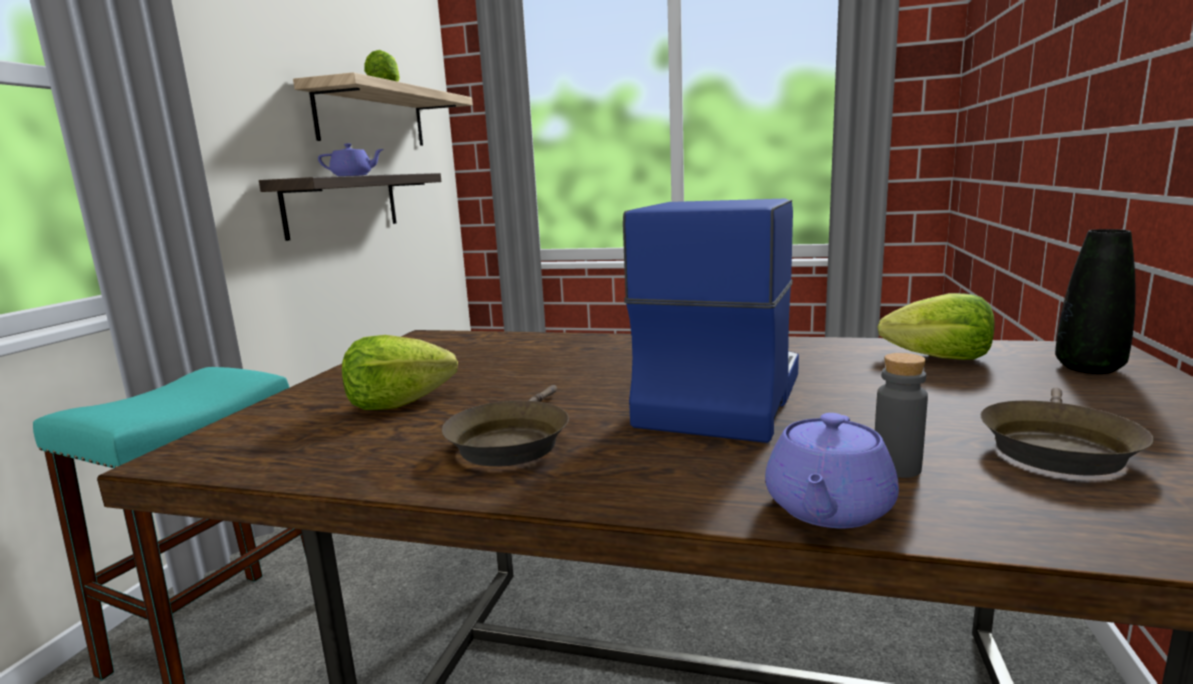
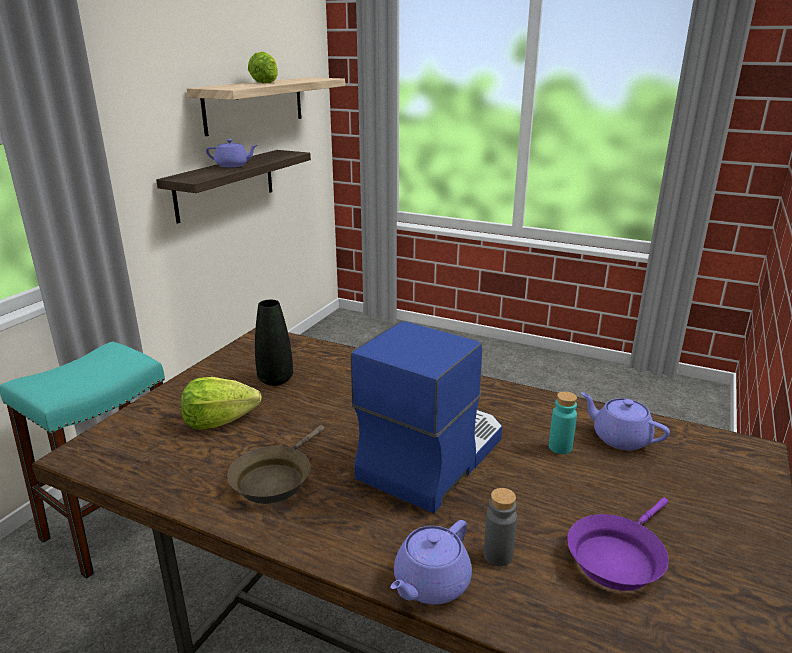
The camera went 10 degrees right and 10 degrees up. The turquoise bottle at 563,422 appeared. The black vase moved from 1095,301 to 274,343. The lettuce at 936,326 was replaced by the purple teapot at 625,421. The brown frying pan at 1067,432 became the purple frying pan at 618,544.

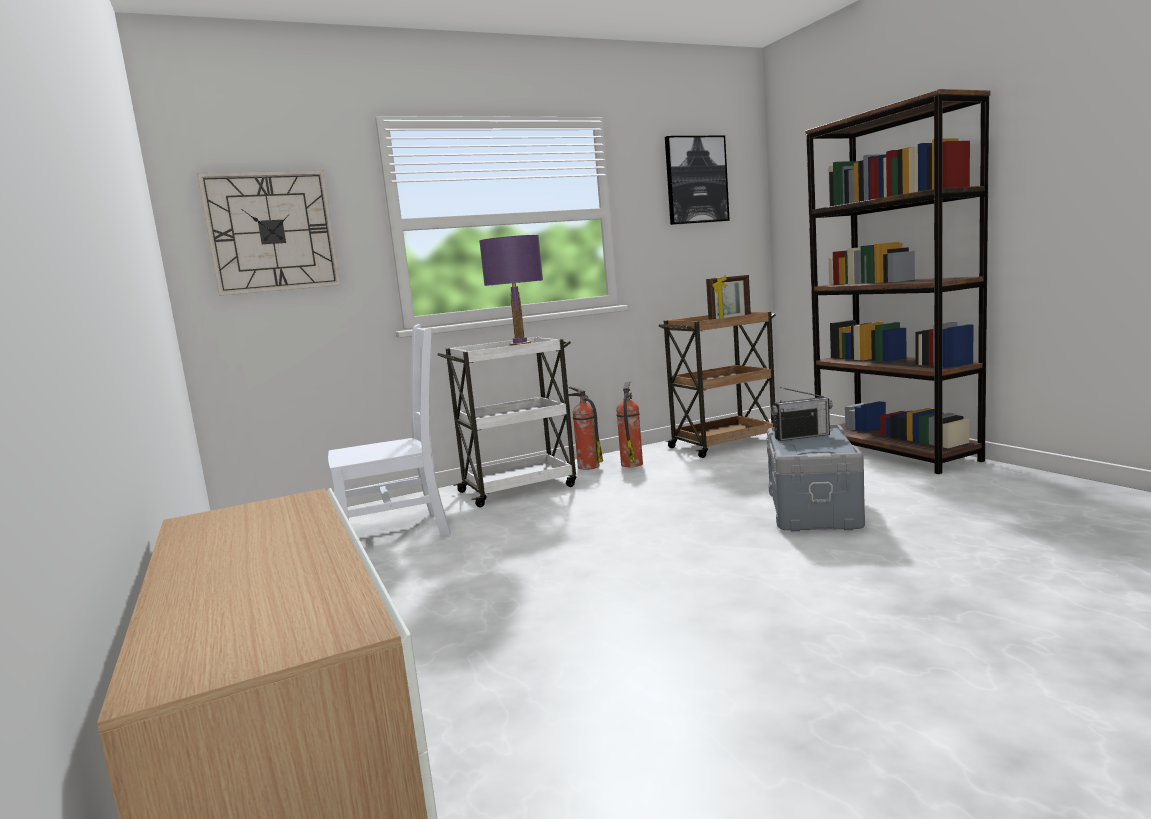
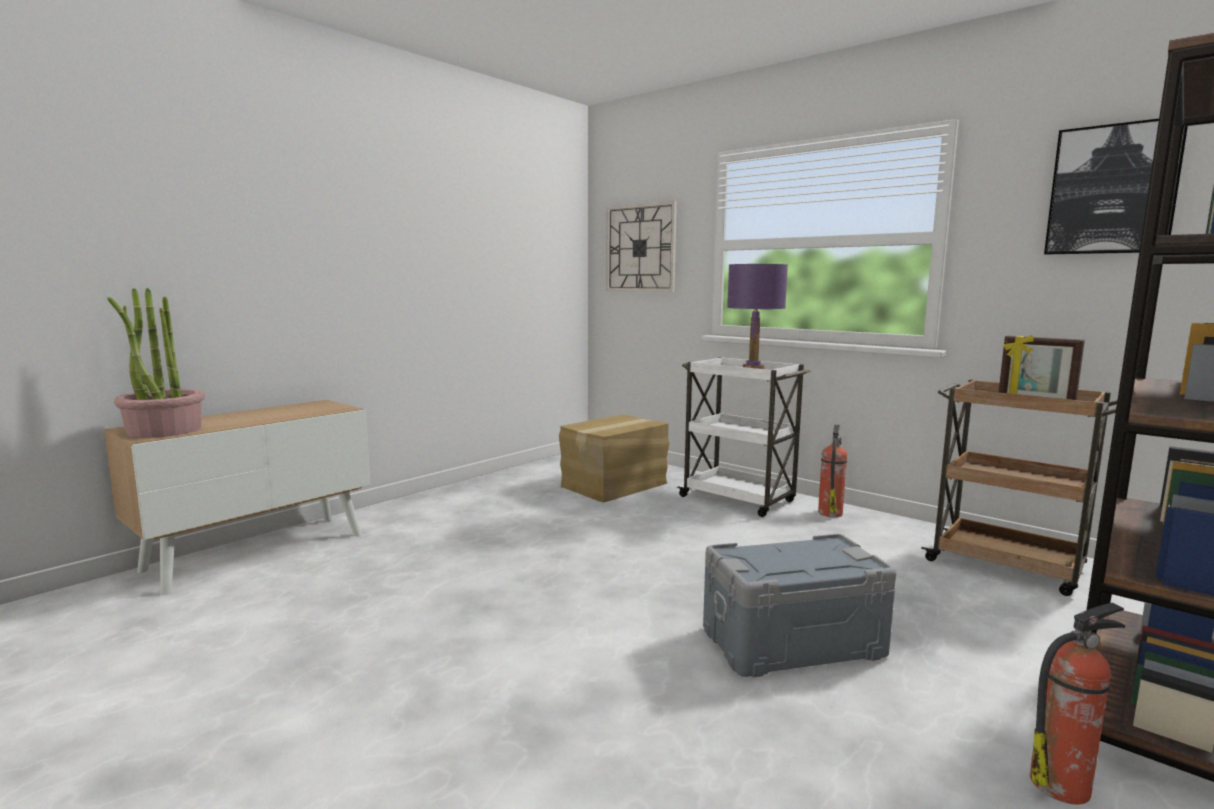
The camera went 65 degrees right and 0 degrees up. The radio at 802,414 disappeared. The potted plant at 156,363 appeared. The fire extinguisher moved from 629,424 to 1077,704. The white chair at 389,430 was replaced by the cardboard box at 614,458.

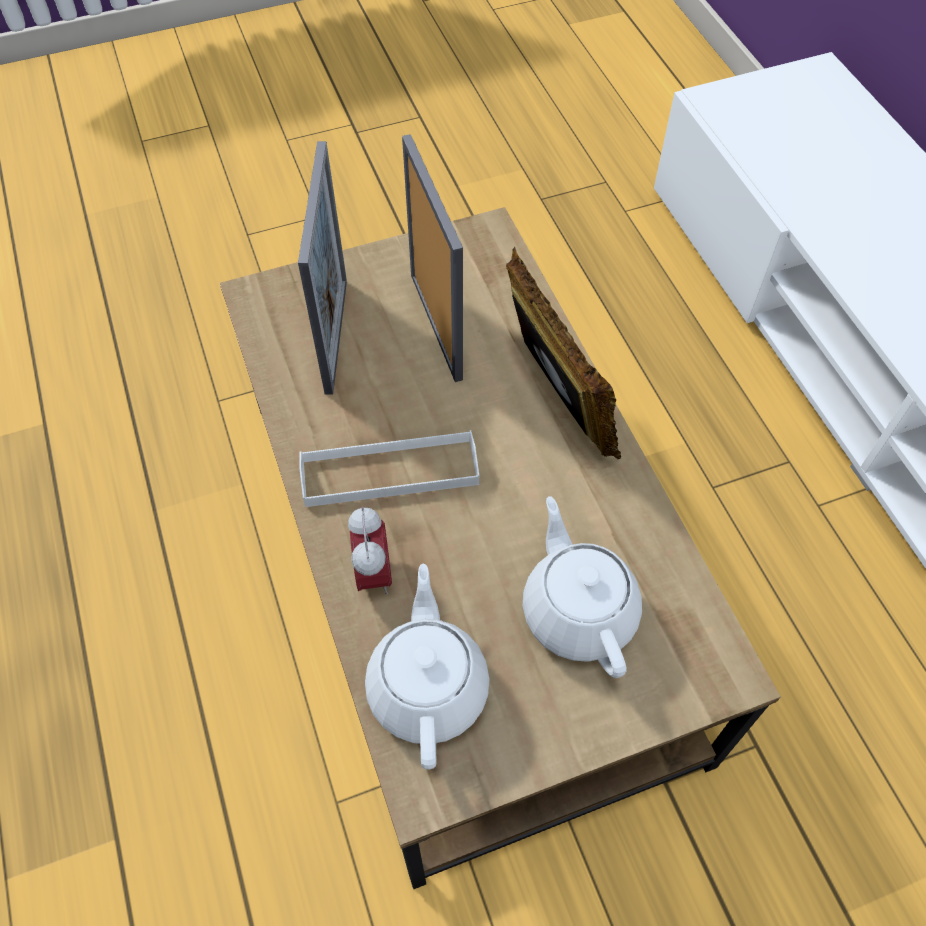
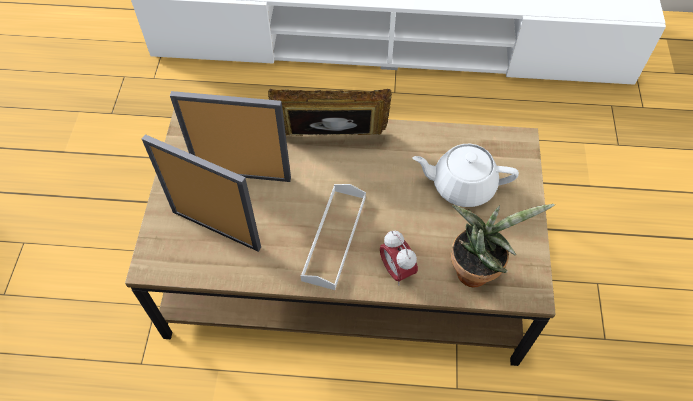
The camera went 65 degrees left and 0 degrees up. The white teapot at 427,666 was replaced by the potted plant at 503,246. The alarm clock at 370,551 turned 135 degrees counterclockwise.

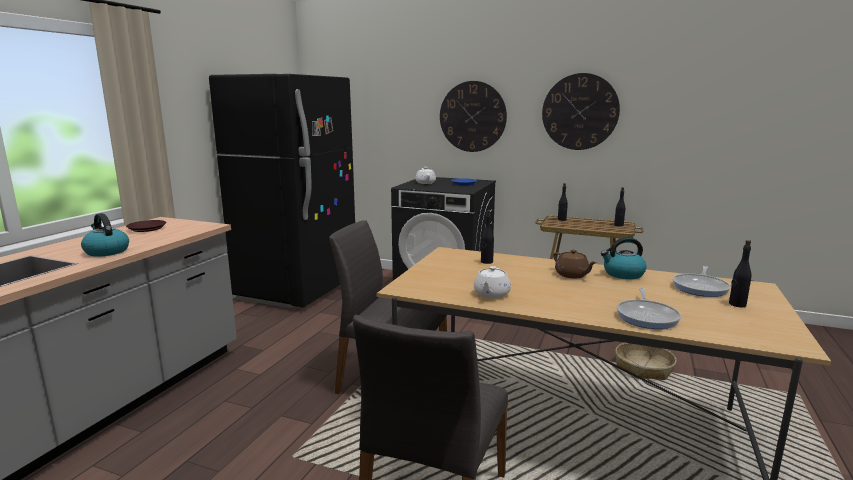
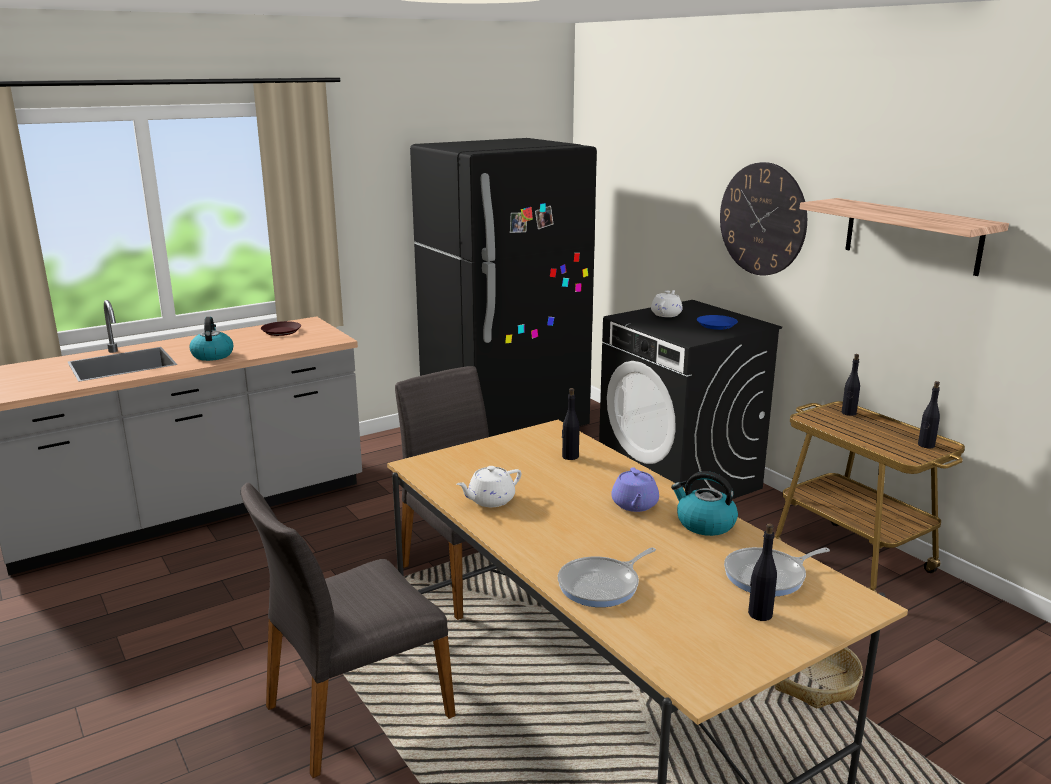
The camera went 35 degrees right and 5 degrees up. The wall clock at 581,111 was replaced by the shelf at 904,237. The brown teapot at 575,264 became the purple teapot at 635,490.

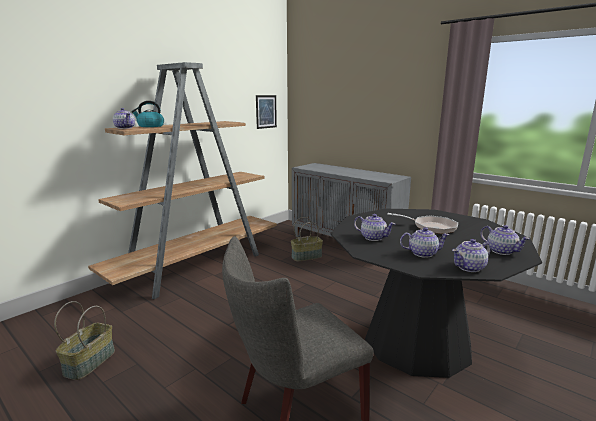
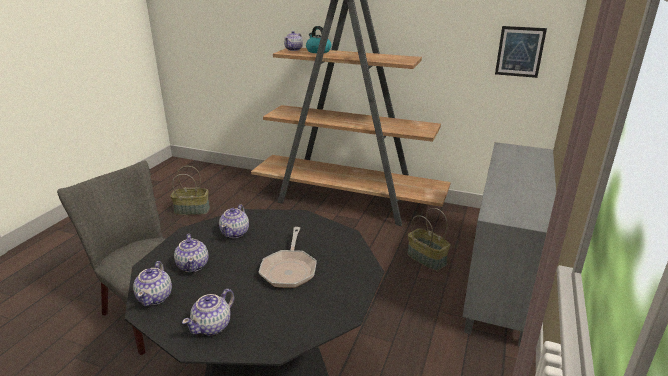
The camera went 70 degrees right and 10 degrees up. The teapot at 471,255 turned 135 degrees counterclockwise.

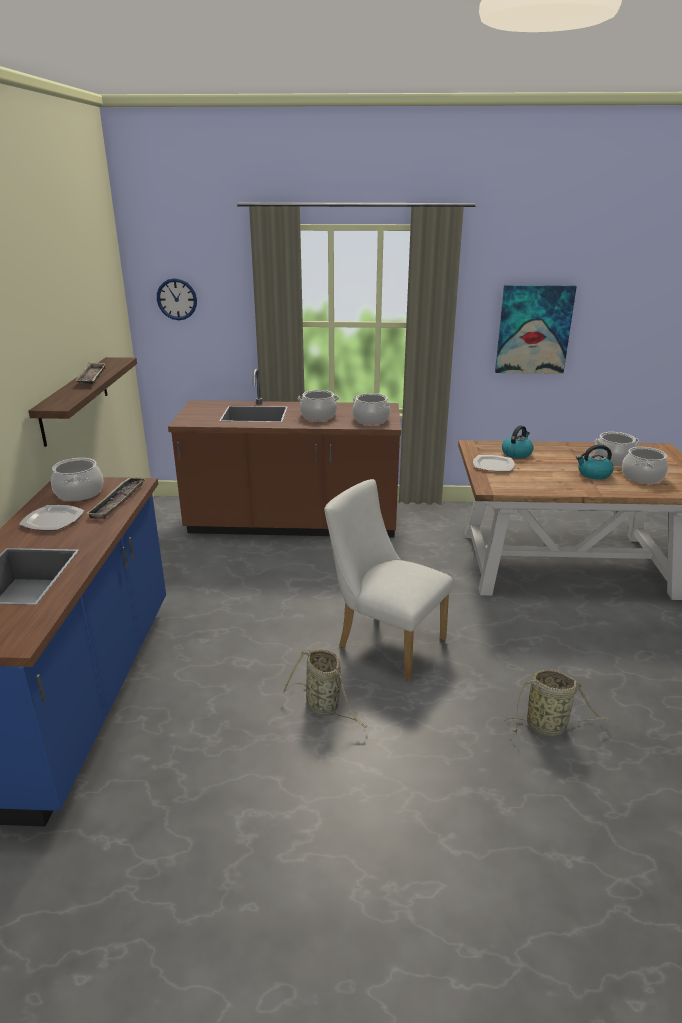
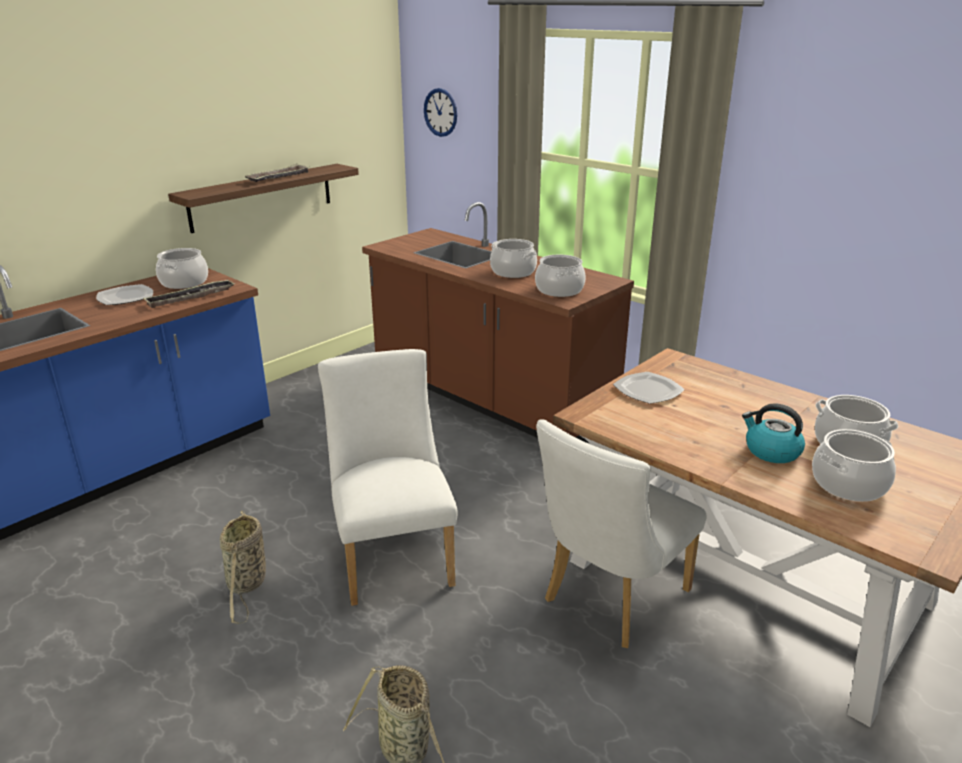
The camera went 40 degrees right and 0 degrees up. The picture at 536,329 disappeared. The kettle at 517,441 disappeared. The white chair at 621,533 appeared.

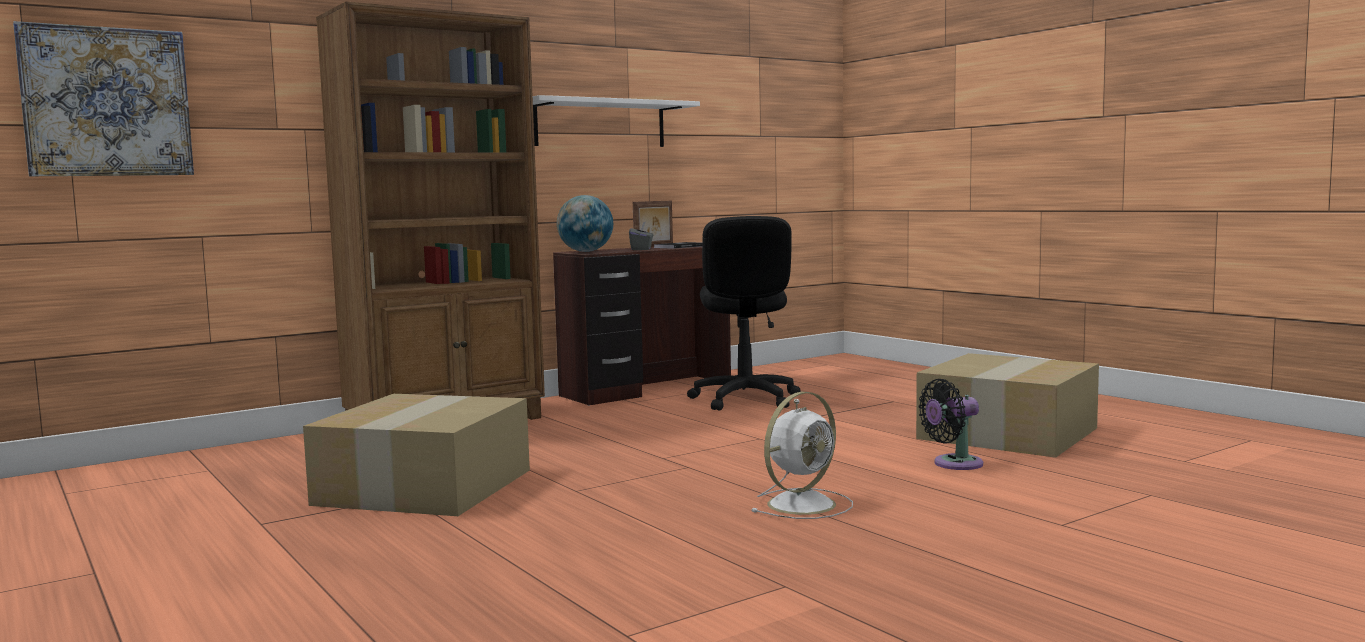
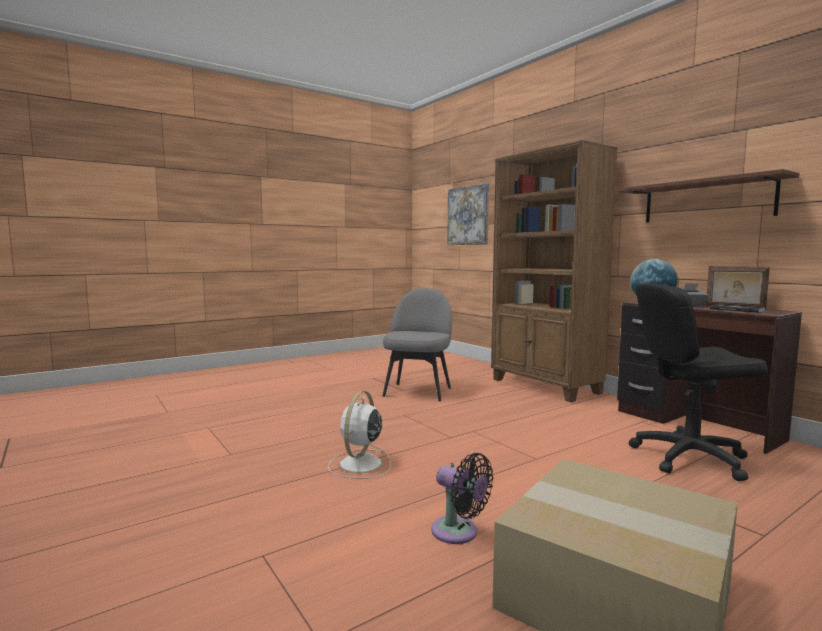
The camera went 90 degrees right and 0 degrees up. The cardboard box at 416,455 was replaced by the grey chair at 417,344. The white shelf at 616,121 became the brown shelf at 708,196. The white fan at 802,455 turned 60 degrees clockwise. The black fan at 950,424 turned 150 degrees clockwise.

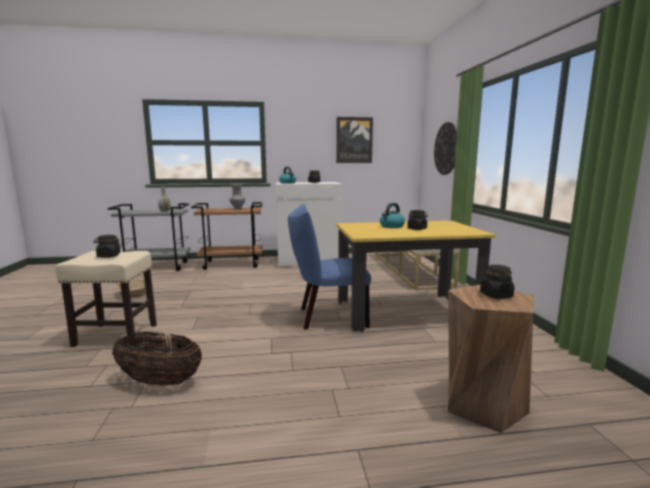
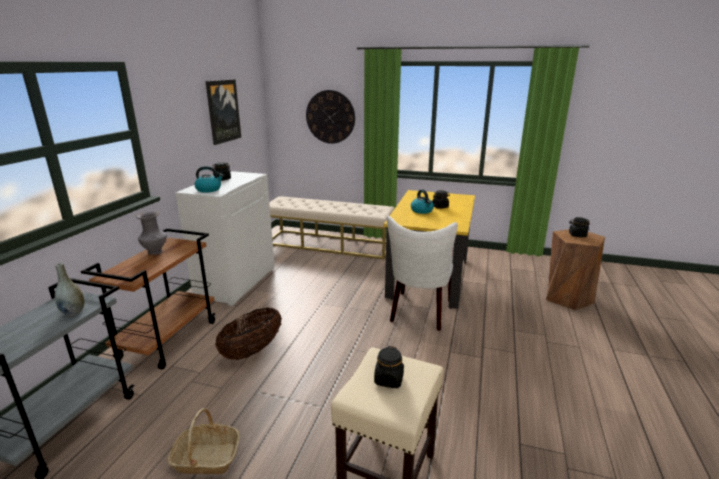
The camera went 65 degrees left and 10 degrees up. The basket moved from 157,359 to 248,333. The blue chair at 329,267 became the white chair at 422,273.

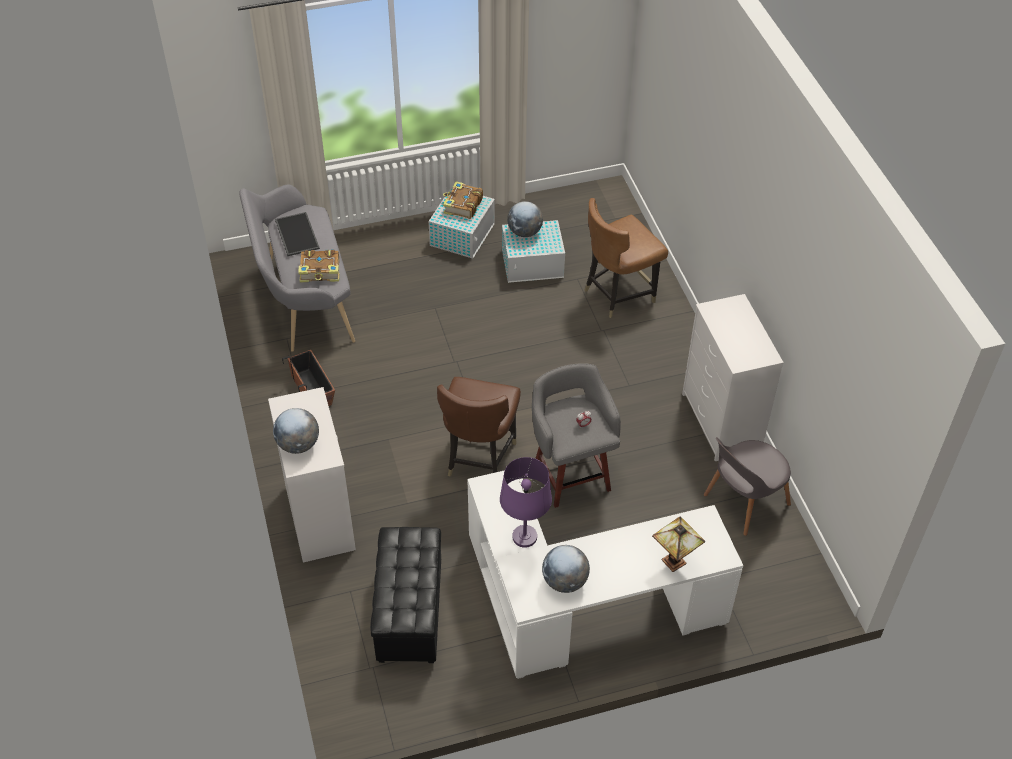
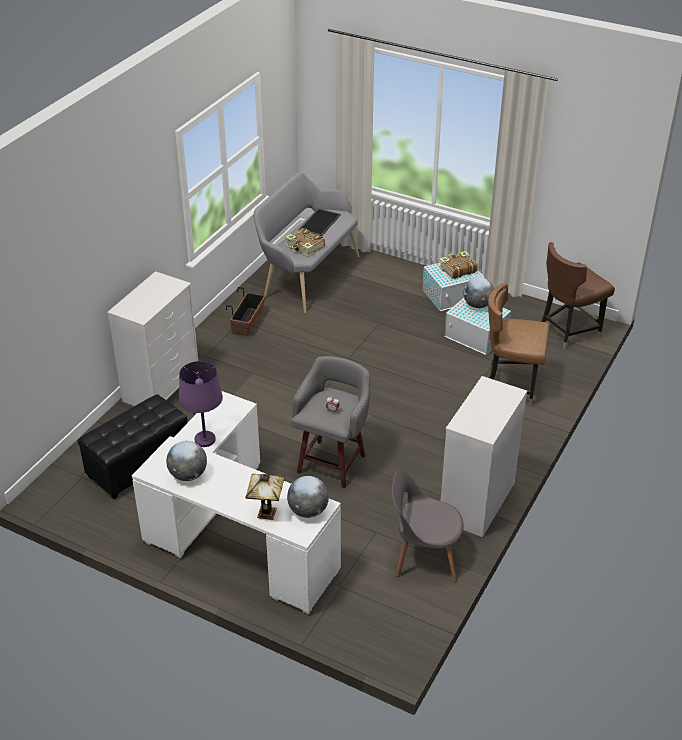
The camera went 45 degrees right and 10 degrees down. The globe moved from 296,431 to 308,497. The brown chair moved from 479,427 to 578,295.

